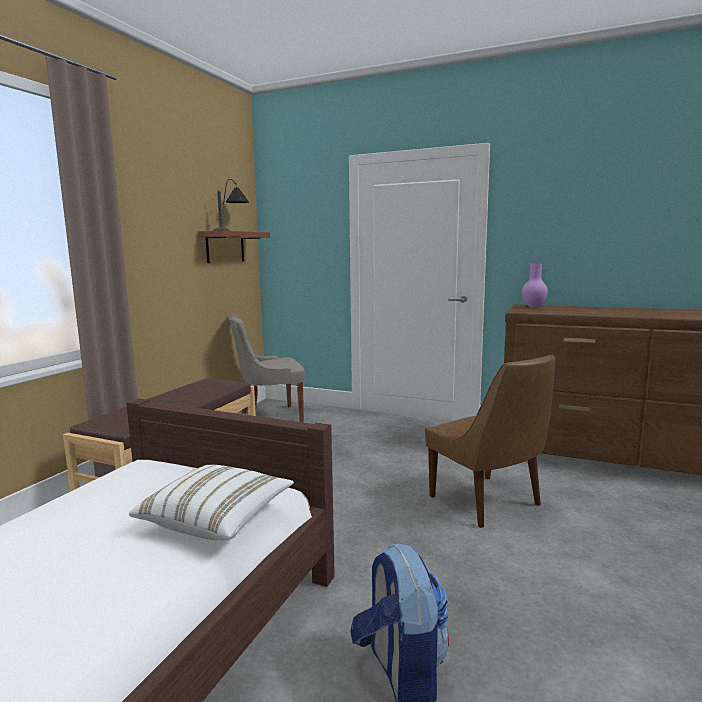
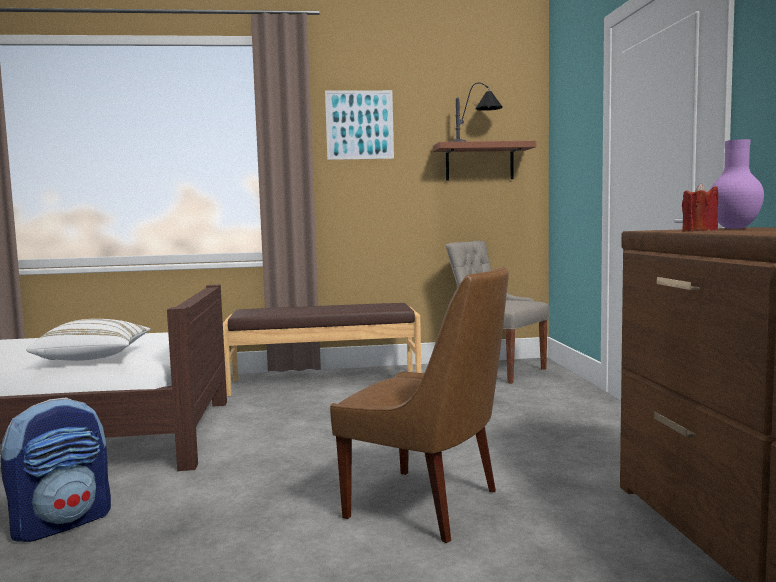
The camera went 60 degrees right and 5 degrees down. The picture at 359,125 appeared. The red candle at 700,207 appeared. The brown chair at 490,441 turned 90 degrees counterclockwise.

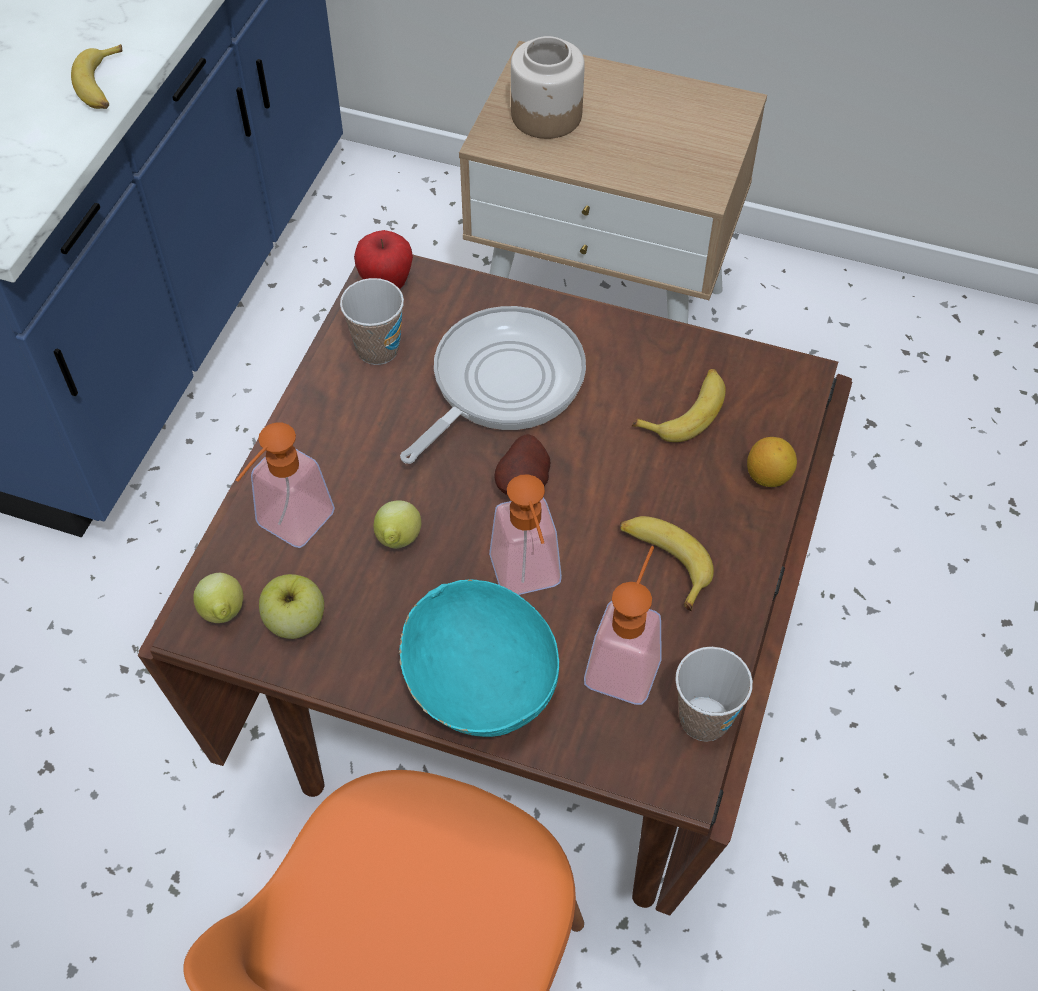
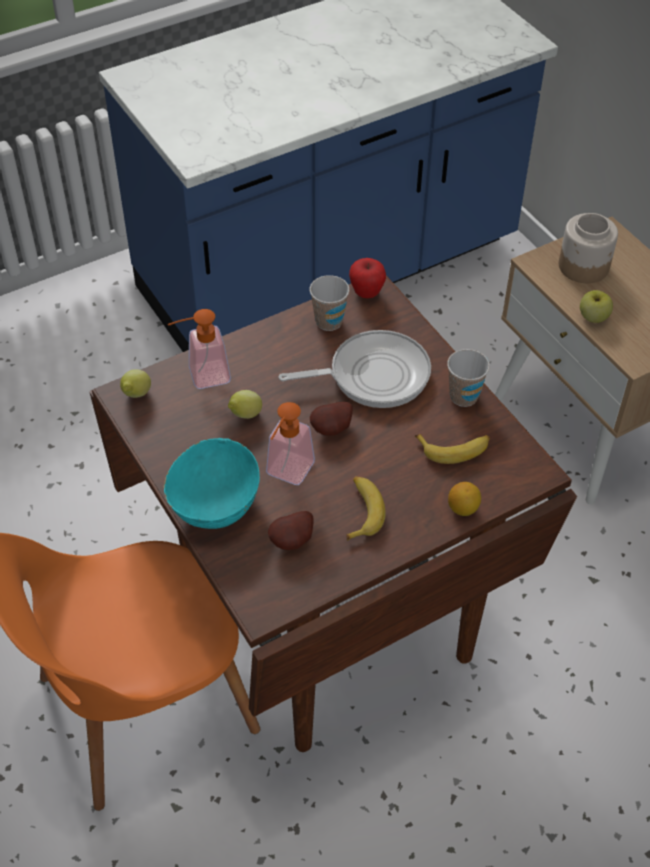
The camera went 40 degrees right and 5 degrees down. The banana at 96,76 disappeared. The apple moved from 291,606 to 596,306. The cup moved from 714,694 to 468,378. The soap dispenser at 623,625 was replaced by the potato at 291,530.

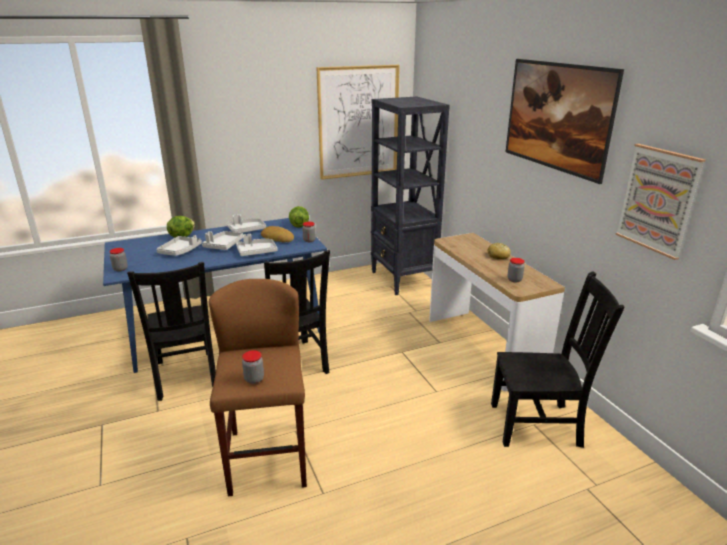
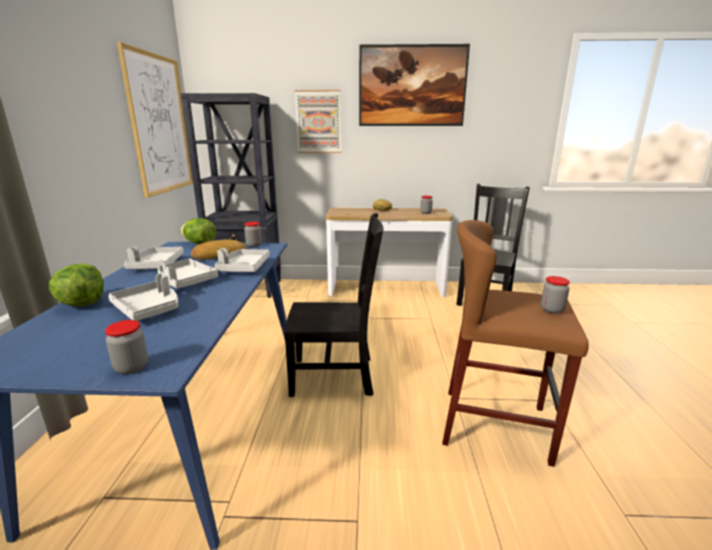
The camera went 65 degrees left and 5 degrees down. The black chair at 171,331 disappeared. The picture moved from 660,202 to 318,121.

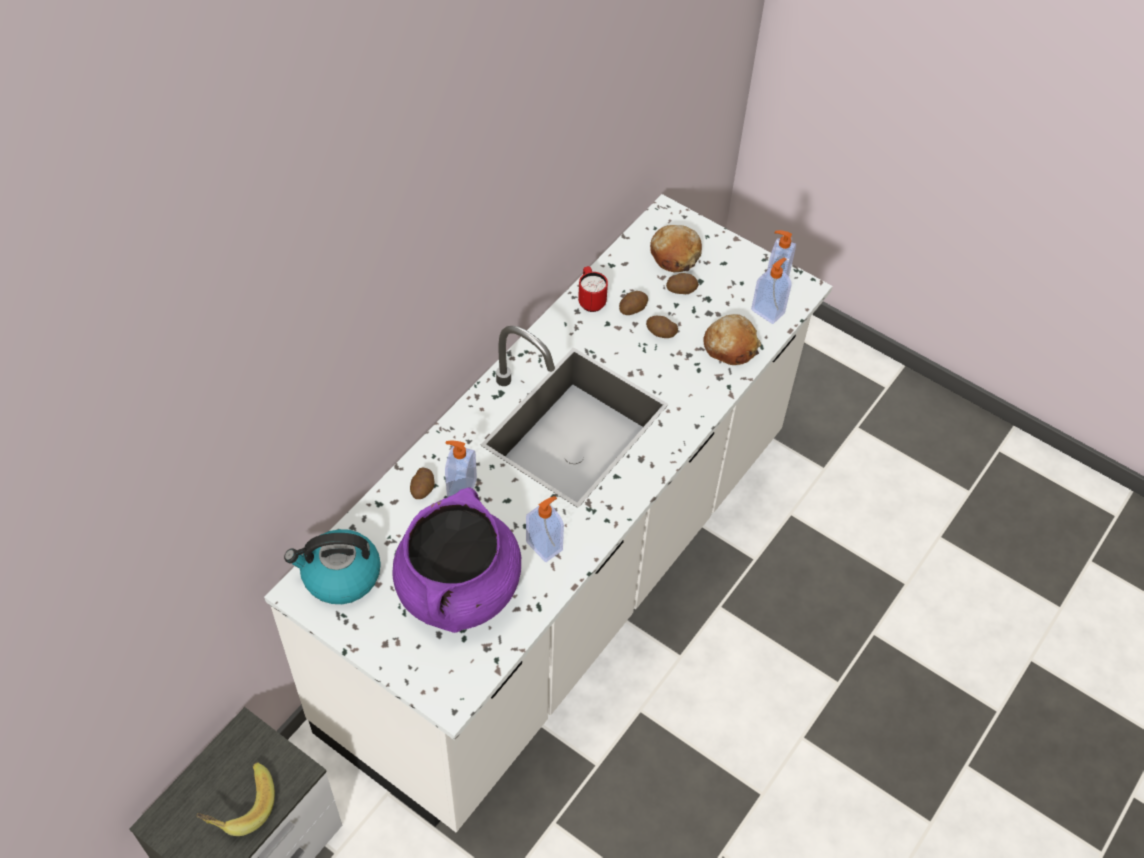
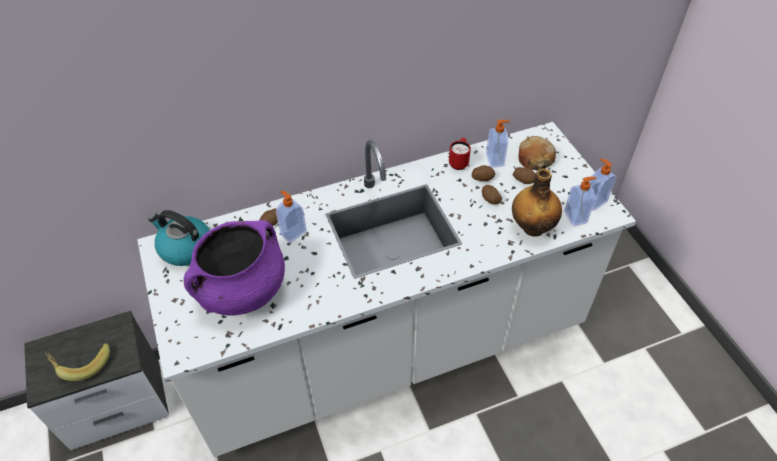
The camera went 35 degrees right and 5 degrees down. The soap dispenser moved from 545,529 to 498,144. The bread at 732,339 was replaced by the bottle at 537,202.

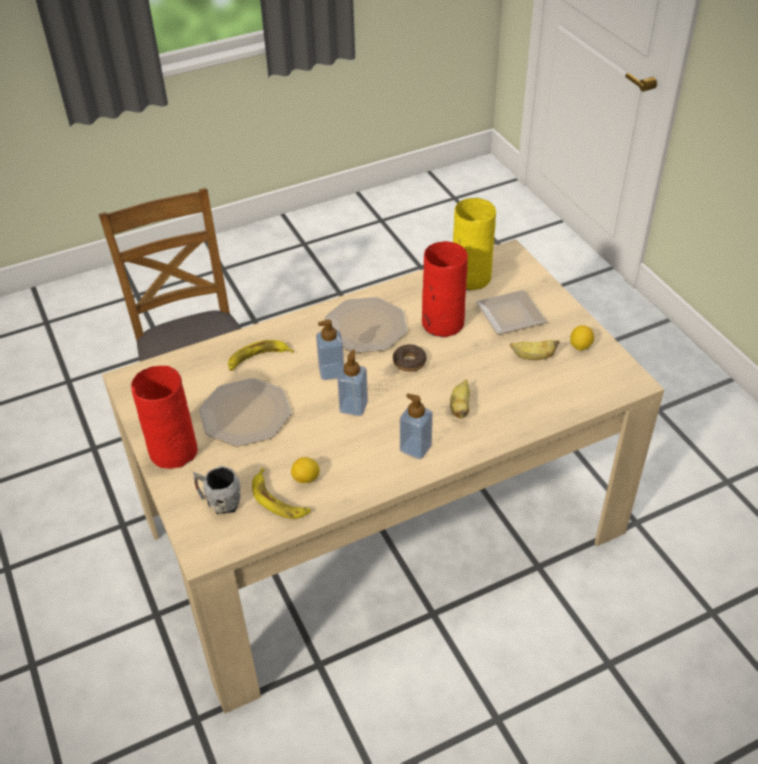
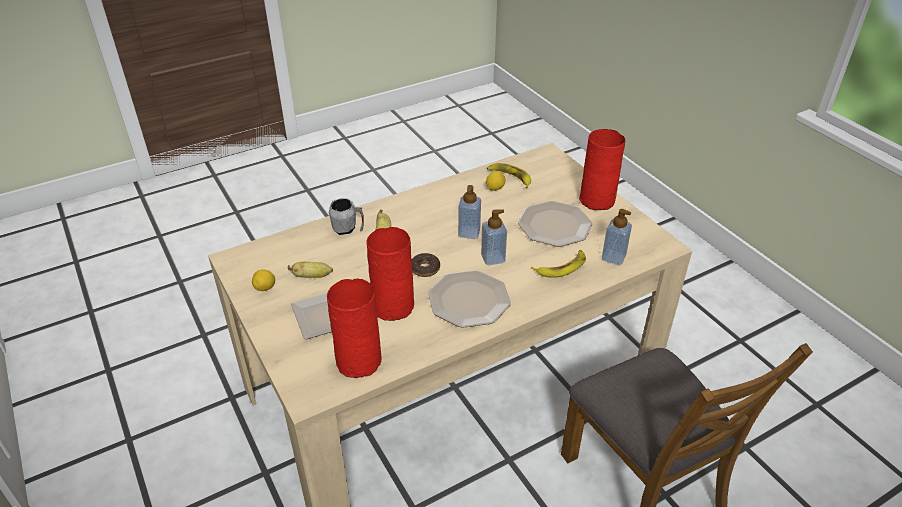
The camera went 175 degrees right and 5 degrees down. The grey mug moved from 217,490 to 346,216. The soap dispenser moved from 416,426 to 617,237. The yellow vase at 474,244 became the red vase at 354,328.

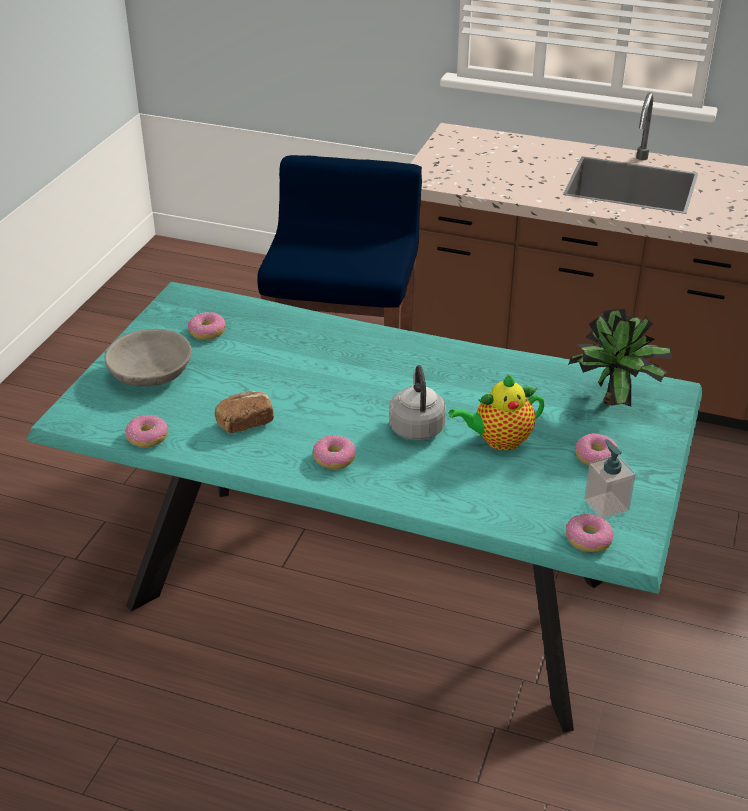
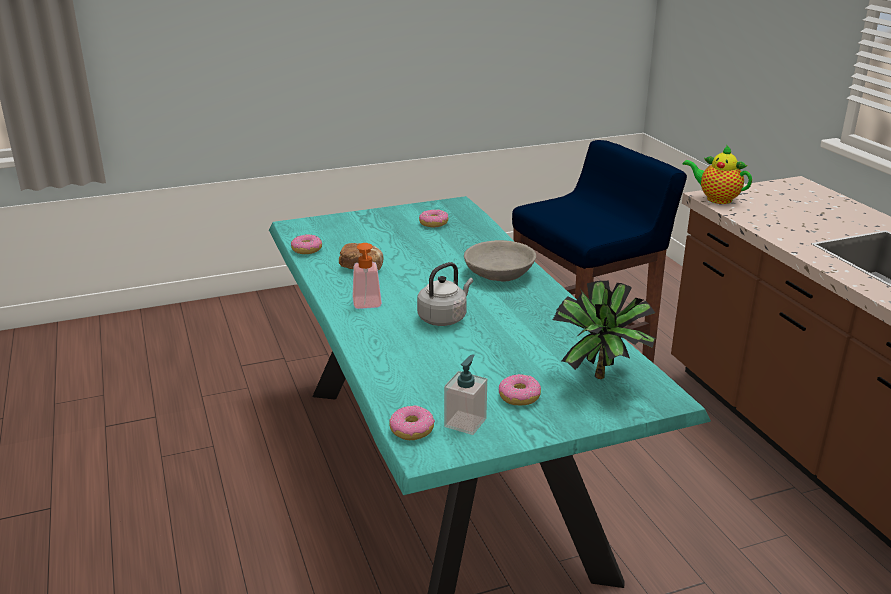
The camera went 50 degrees right and 10 degrees down. The grey bowl moved from 148,357 to 500,261. The teapot moved from 497,412 to 717,174. The donut at 334,452 was replaced by the soap dispenser at 367,276.

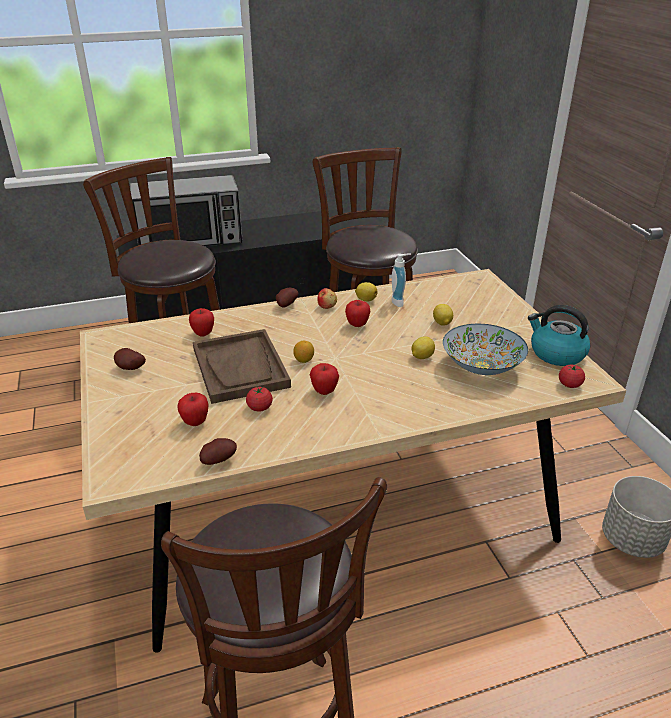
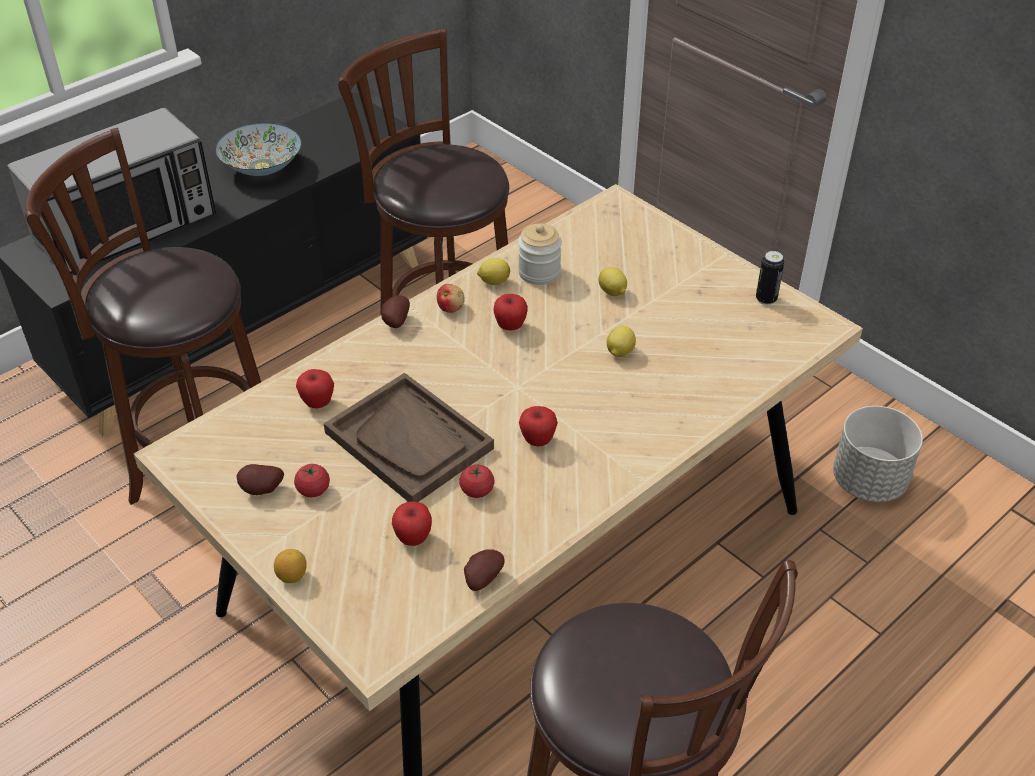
The camera went 25 degrees left and 10 degrees up. The lemon moved from 303,352 to 290,566. The bowl moved from 485,349 to 258,149. The tomato moved from 572,376 to 312,480. The soap dispenser at 401,280 was replaced by the jar at 540,254. The kettle at 559,335 was replaced by the can at 770,278.

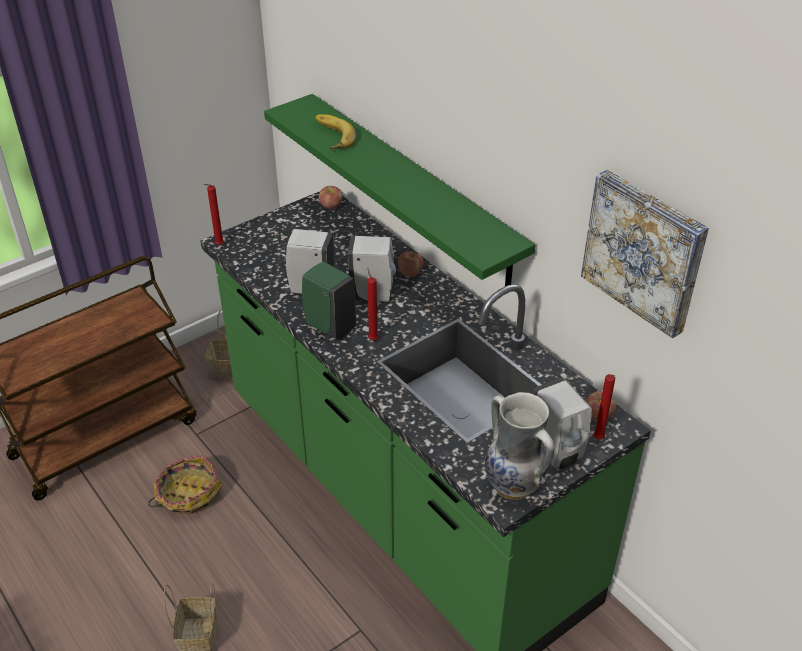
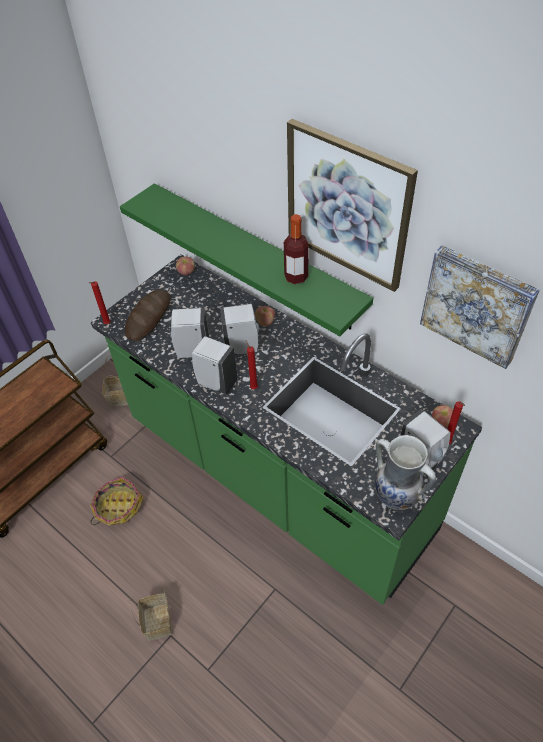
The camera went 10 degrees left and 10 degrees up. The banana at 335,131 disappeared. The bread at 147,315 appeared. The bottle at 296,249 appeared. The picture at 352,205 appeared. The green soap dispenser at 329,300 became the white soap dispenser at 215,365.

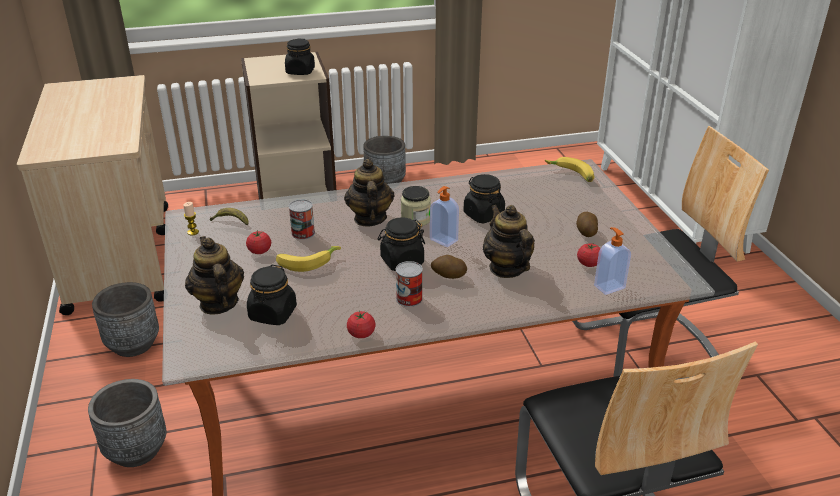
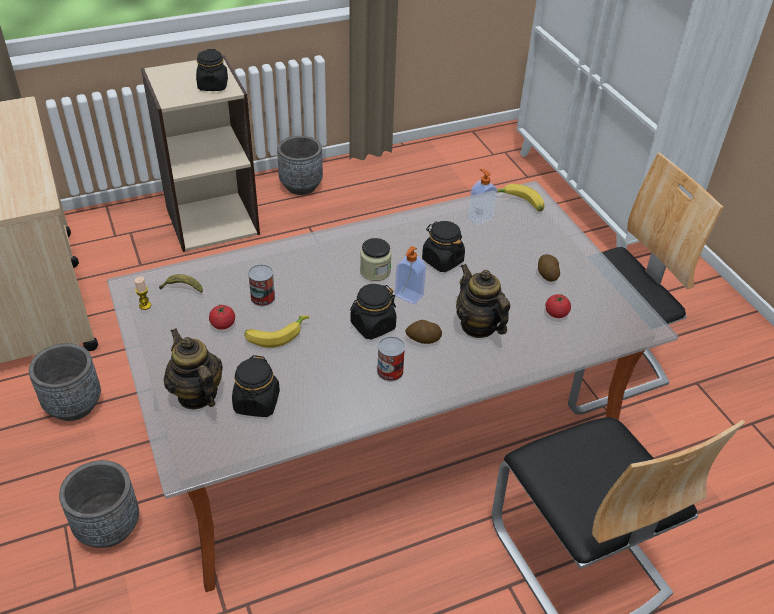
The camera went 10 degrees left and 10 degrees up. The teapot at 369,192 disappeared. The tomato at 361,324 disappeared. The soap dispenser moved from 612,261 to 482,197.

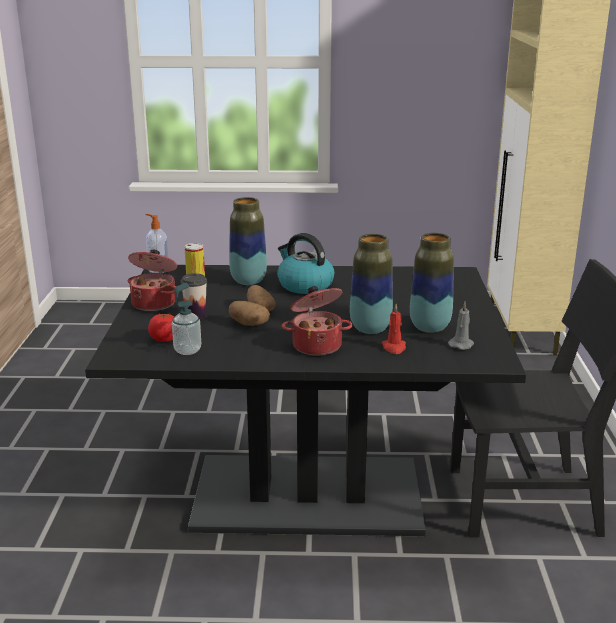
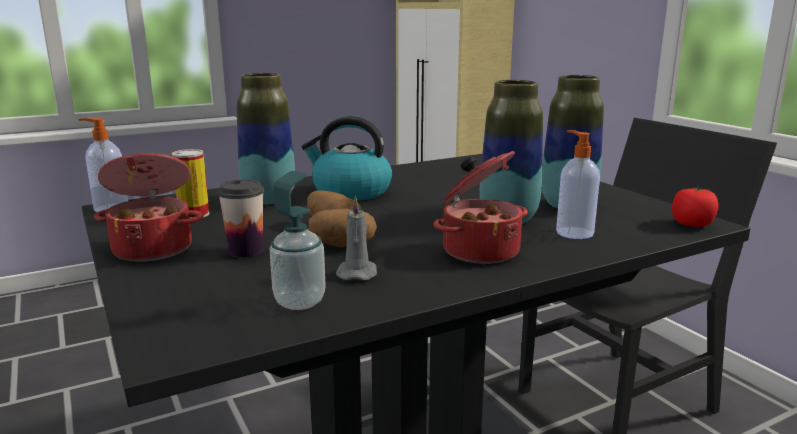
The camera went 30 degrees left and 5 degrees down. The tomato moved from 161,327 to 695,207. The grey candle moved from 461,326 to 356,238. The red candle at 394,329 was replaced by the soap dispenser at 578,184.

